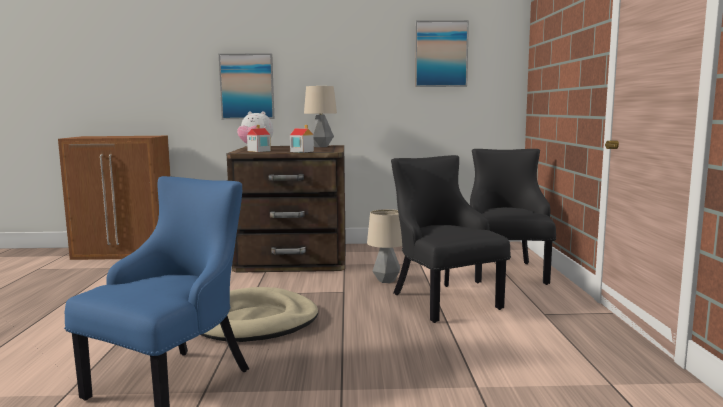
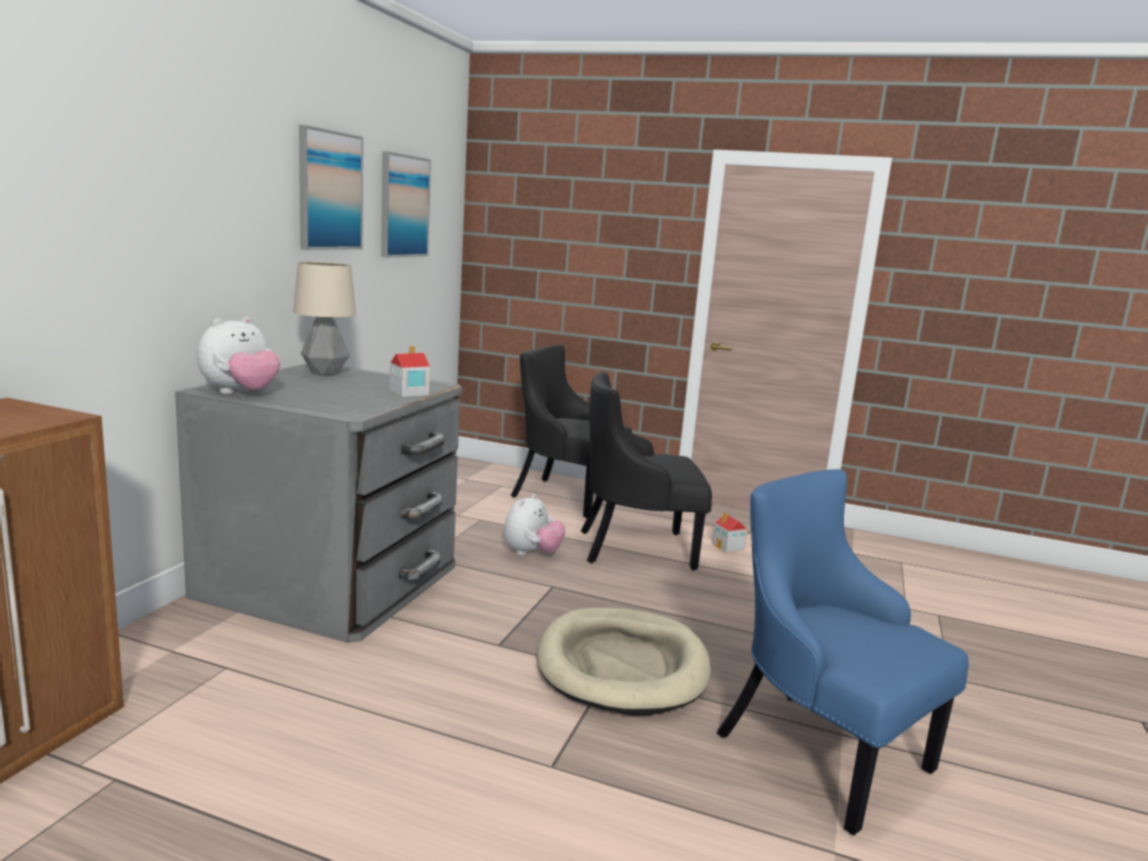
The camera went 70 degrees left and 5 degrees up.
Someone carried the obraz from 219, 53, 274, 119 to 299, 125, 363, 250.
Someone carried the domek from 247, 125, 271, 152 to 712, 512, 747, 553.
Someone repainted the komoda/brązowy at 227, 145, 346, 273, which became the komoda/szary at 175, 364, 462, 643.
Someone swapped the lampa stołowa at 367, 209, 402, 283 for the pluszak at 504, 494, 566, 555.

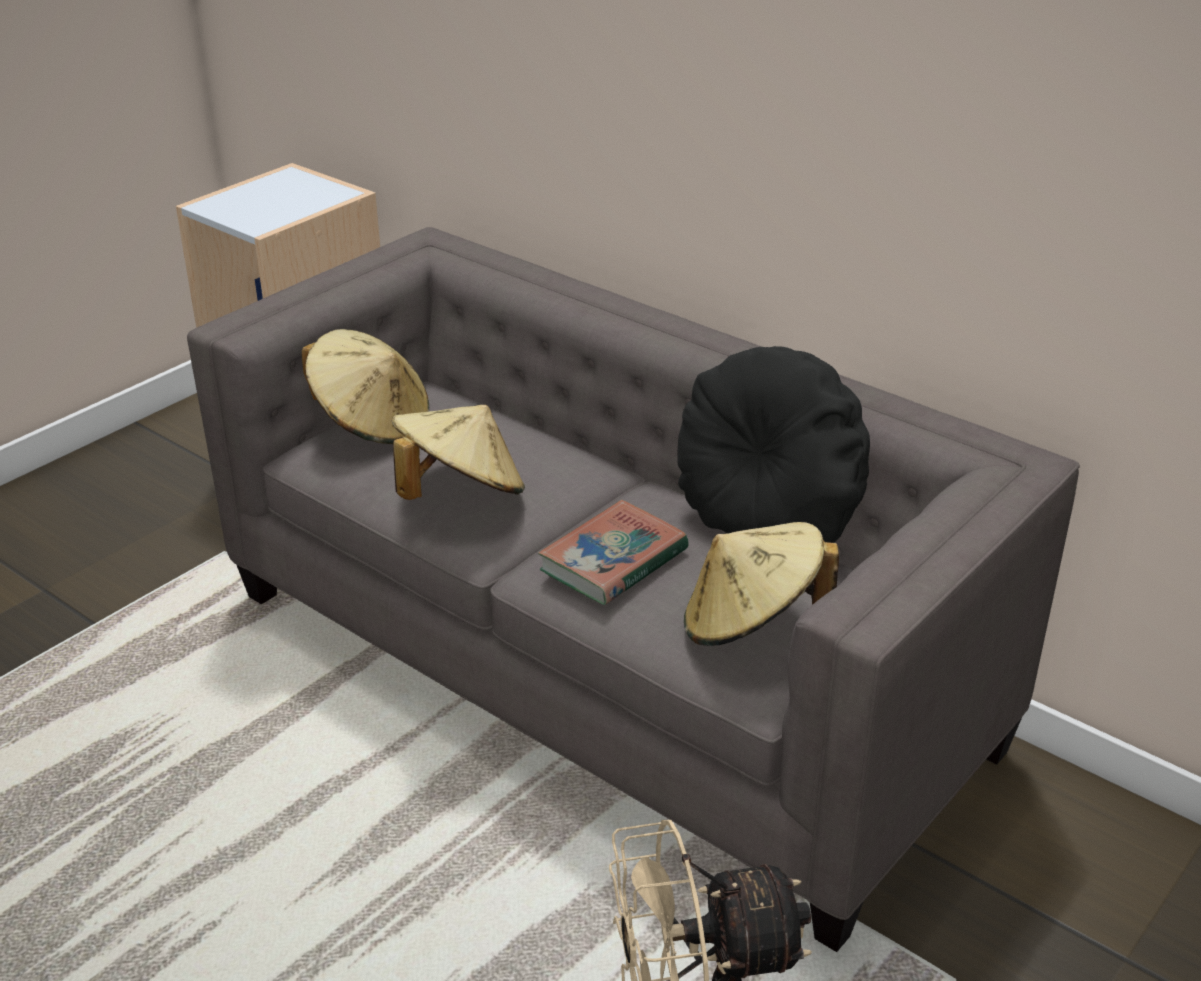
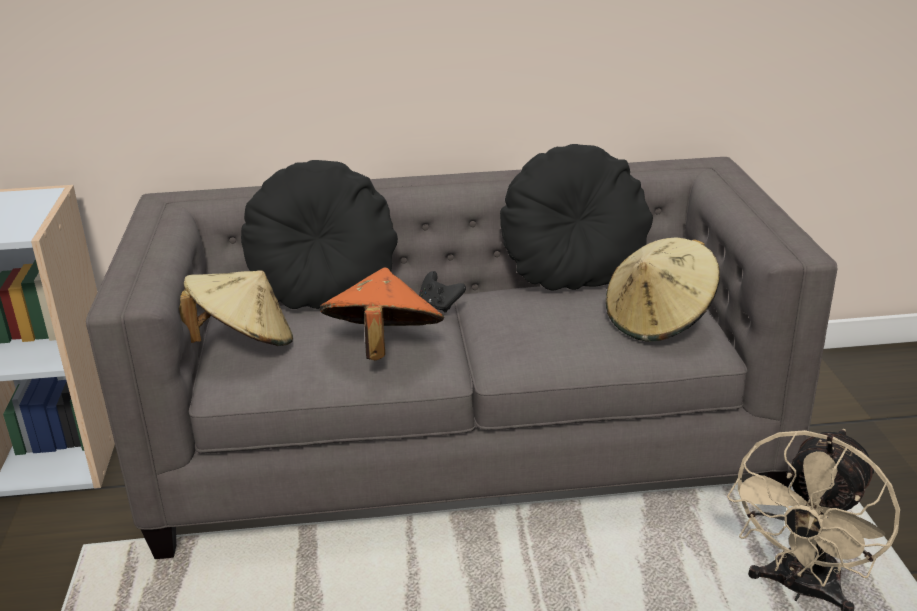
The camera went 45 degrees left and 5 degrees down.
Someone repainted the kapelusz/beżowy at 392, 405, 525, 500, which became the kapelusz/pomarańczowy at 320, 267, 444, 360.
Someone took away the książka at 538, 500, 689, 605.
Someone put down the poduszka/czarny at 241, 160, 398, 309.
Someone put down the pad do gier/czarny at 419, 271, 466, 313.

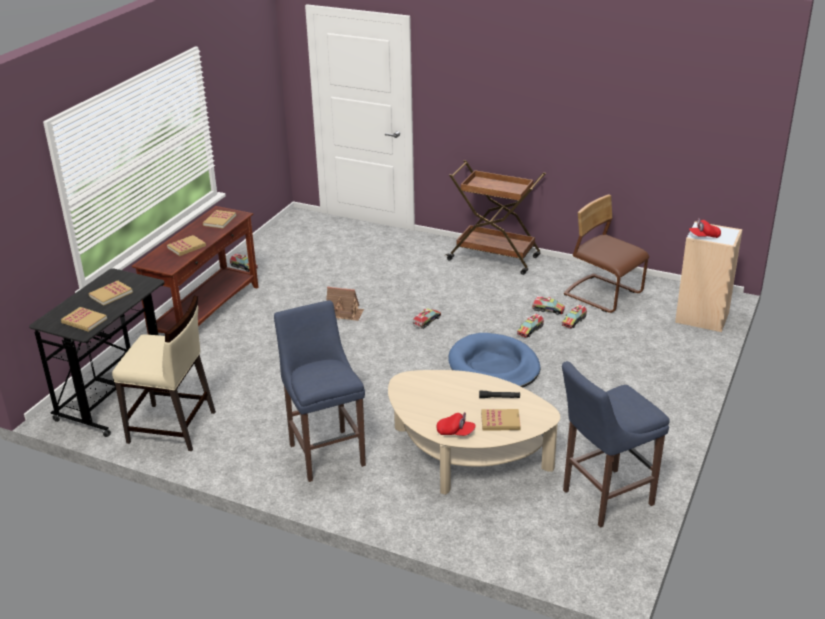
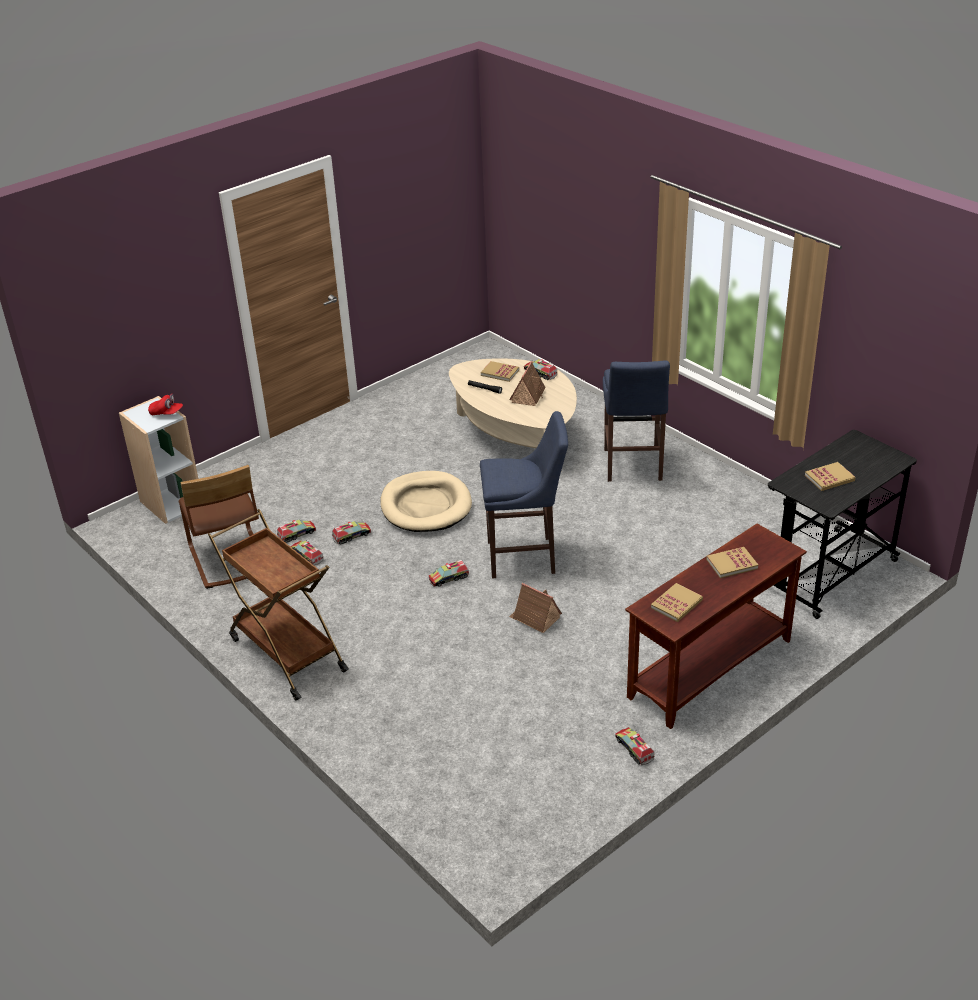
The camera went 155 degrees left and 5 degrees up.
Someone took away the krzesło/beżowy at 112, 296, 216, 451.
Someone took away the książka at 61, 307, 107, 332.
Someone repainted the legowisko/niebieski at 448, 333, 540, 387, which became the legowisko/beżowy at 380, 471, 472, 532.
Someone carried the stołek/niebieski from 562, 361, 670, 528 to 480, 411, 568, 578.
Someone swapped the czapka z daszkiem/czerwony at 437, 412, 476, 436 for the ciężarówka zabawkowa at 524, 359, 557, 380.
Someone put down the domek at 509, 361, 546, 406.

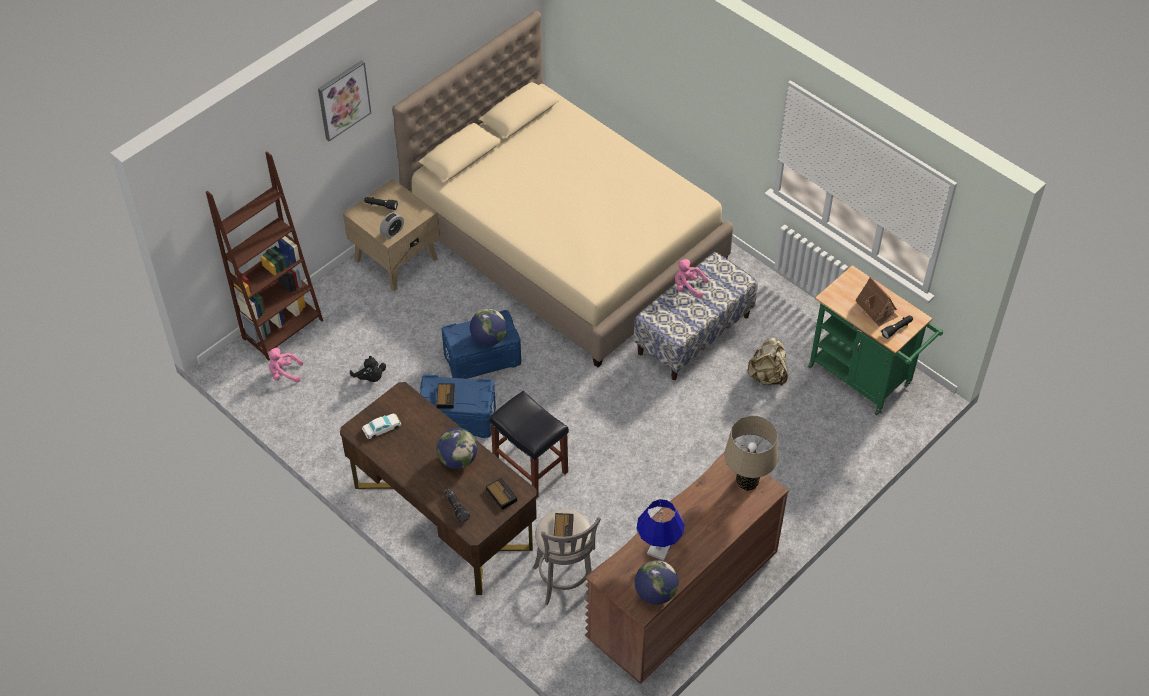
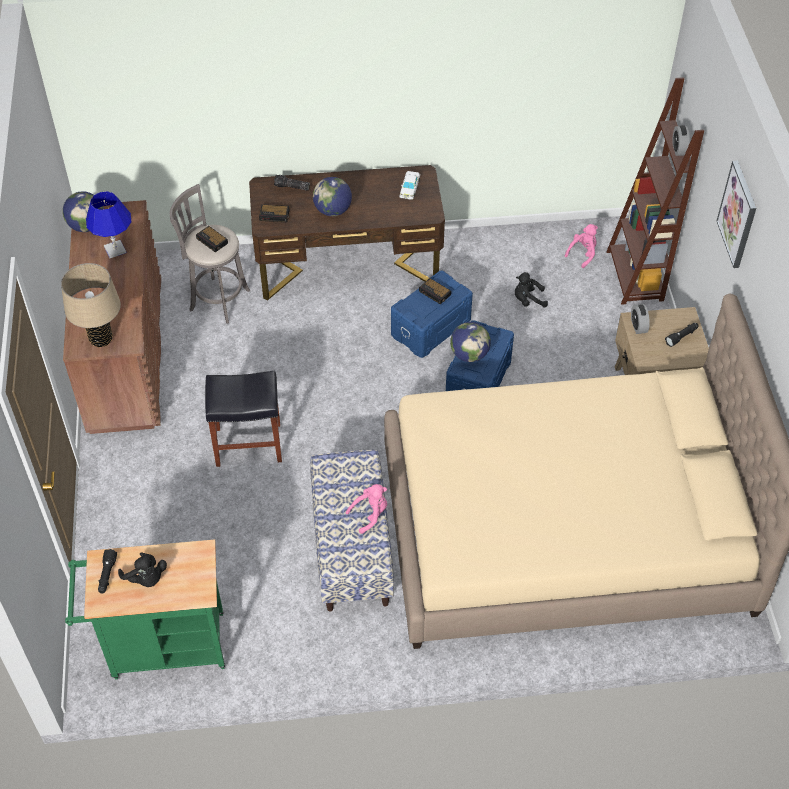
The camera went 130 degrees right and 0 degrees up.
Someone swapped the domek at 855, 276, 898, 326 for the pluszak/czarny at 118, 553, 167, 587.
Someone took away the plecak/beżowy at 748, 337, 788, 386.
Someone carried the stołek/czarny from 489, 391, 569, 498 to 205, 371, 282, 467.
Someone put down the budzik at 672, 125, 690, 156.

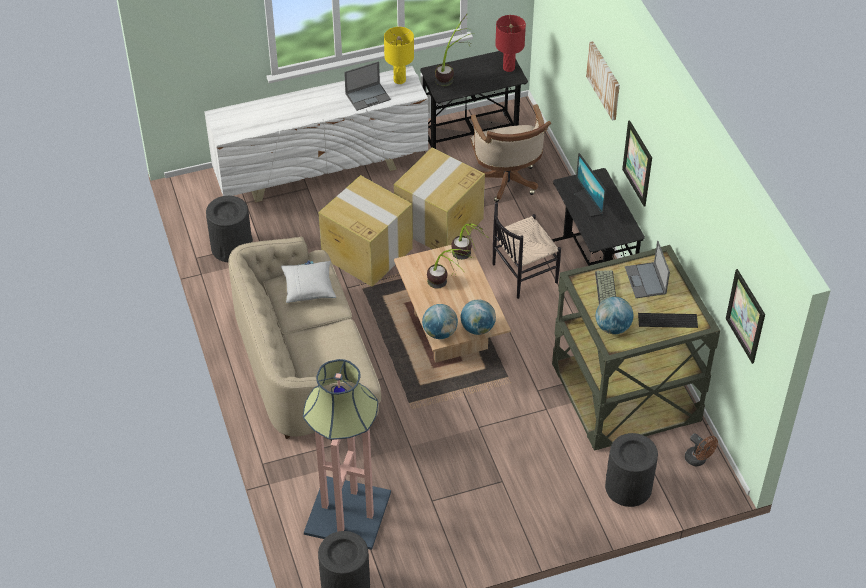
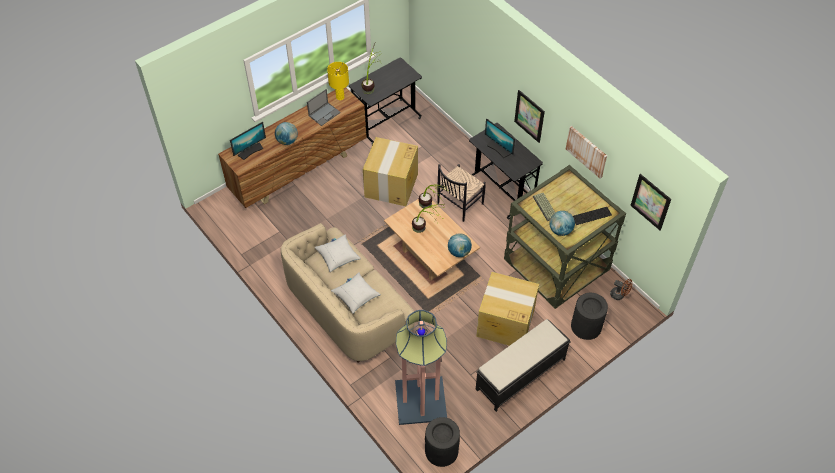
The camera went 20 degrees left and 5 degrees up.
Someone took away the lampa stołowa/czerwony at 495, 15, 526, 72.
Someone carried the obraz from 586, 41, 620, 121 to 566, 126, 607, 178.
Someone repainted the szafka/biały at 204, 66, 428, 203, which became the szafka/brązowy at 218, 87, 367, 208.
Someone took away the krzesło biurowe at 470, 104, 551, 202.
Someone carried the karton from 318, 175, 413, 286 to 476, 272, 539, 346.
Someone took away the kosz na śmieci/czarny at 206, 196, 253, 263.
Someone took away the laptop at 625, 241, 670, 298.
Someone carried the globus from 422, 304, 458, 339 to 275, 122, 298, 145.
Someone put down the monitor at 230, 122, 266, 160.
Someone put down the poduszka/szary at 331, 272, 381, 314.
Someone put down the ławka/czarny at 476, 319, 571, 412.

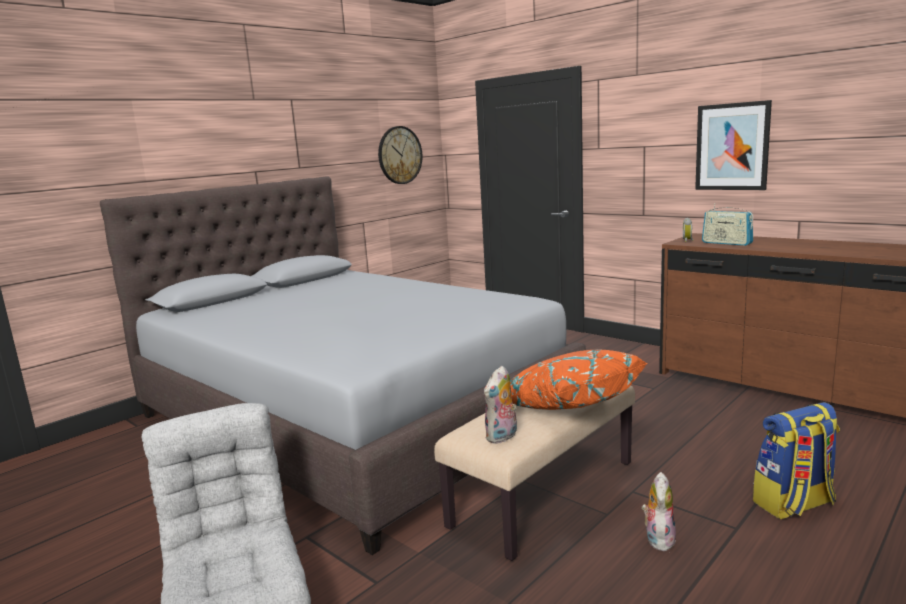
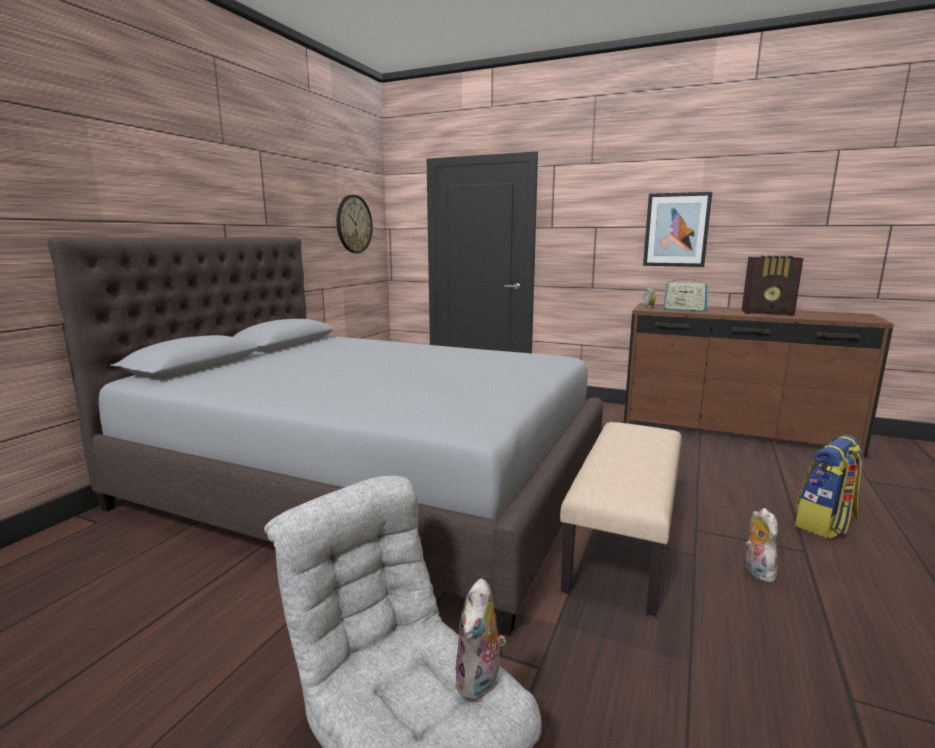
The camera went 20 degrees left and 0 degrees up.
Someone took away the poduszka/pomarańczowy at 510, 350, 647, 410.
Someone carried the pluszak from 484, 366, 517, 444 to 455, 578, 506, 701.
Someone put down the radio at 742, 256, 803, 316.

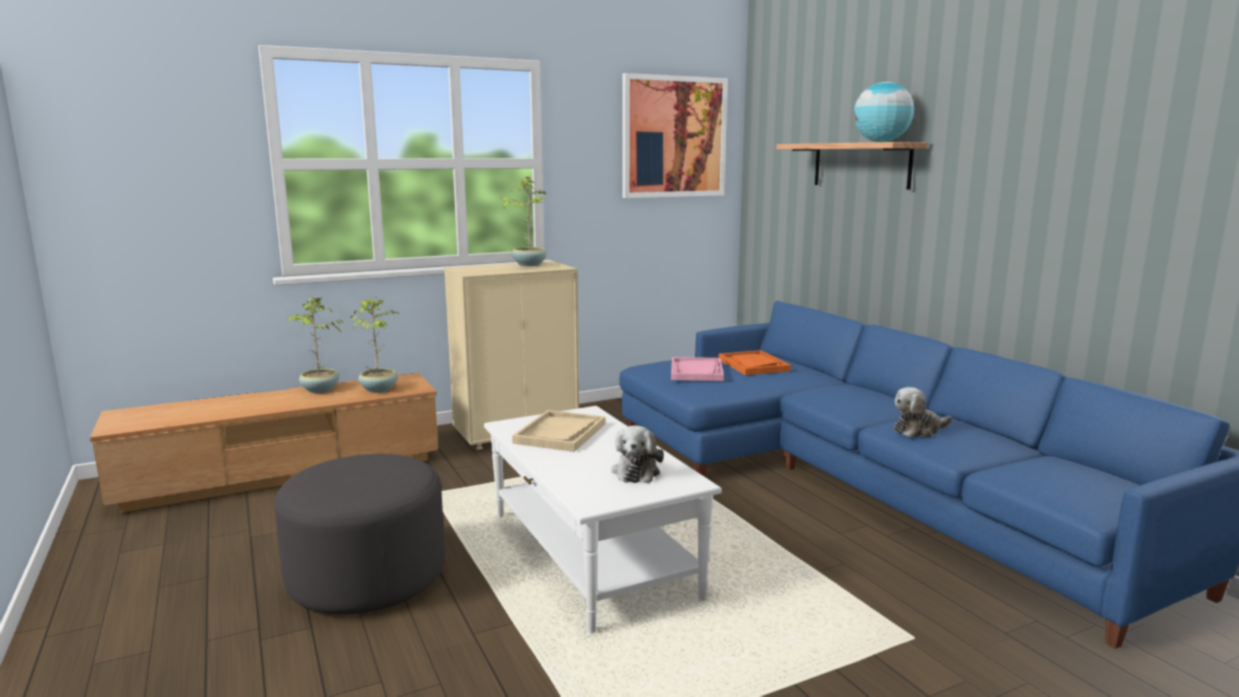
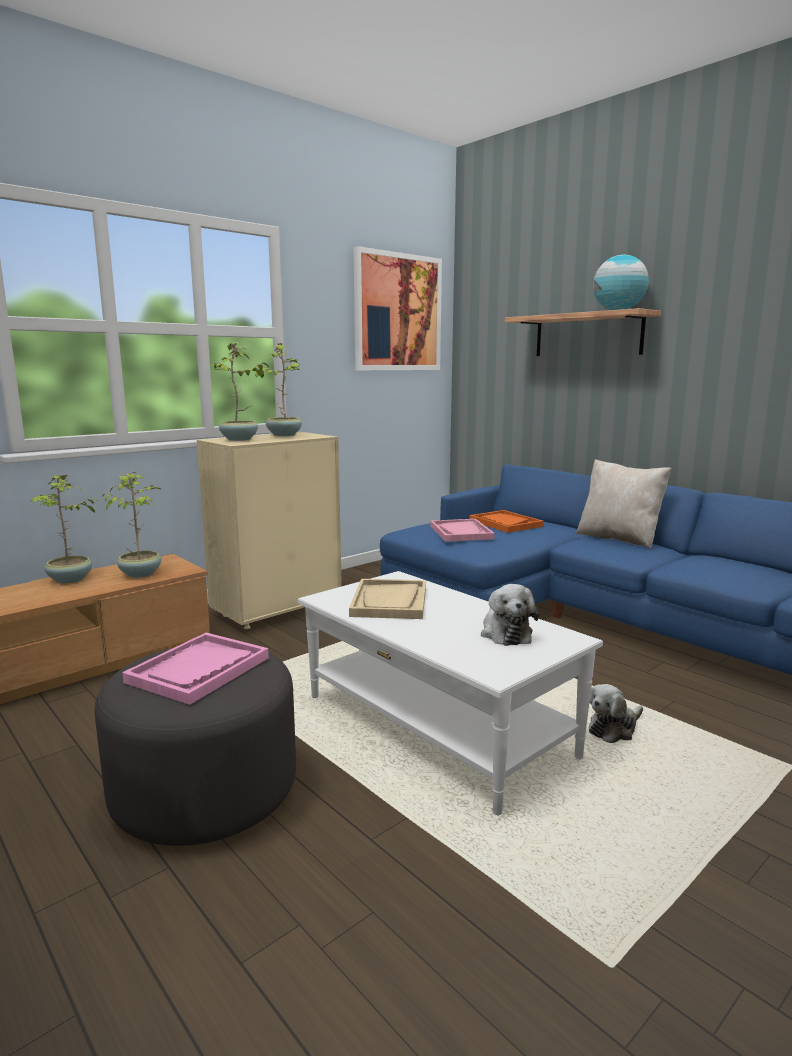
The camera went 15 degrees left and 0 degrees up.
Someone carried the pluszak from 893, 387, 952, 437 to 589, 684, 643, 743.
Someone put down the roślina doniczkowa at 210, 342, 269, 441.
Someone put down the poduszka/beżowy at 576, 459, 671, 549.
Someone put down the taca/różowy at 122, 633, 269, 705.

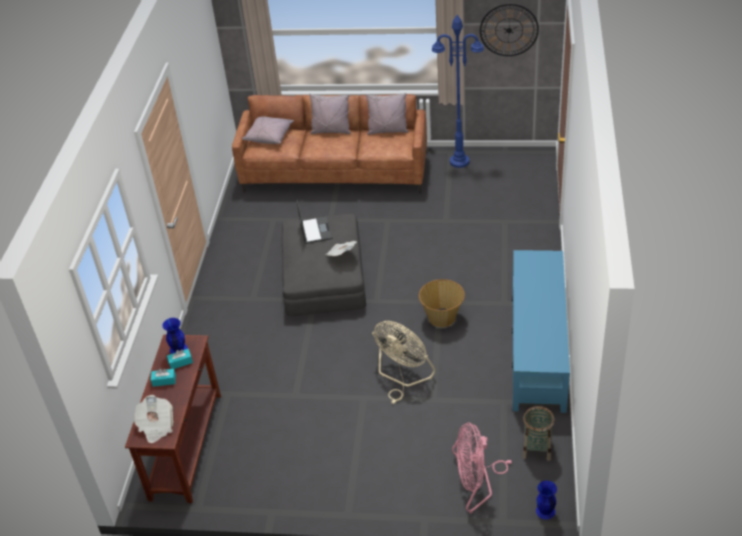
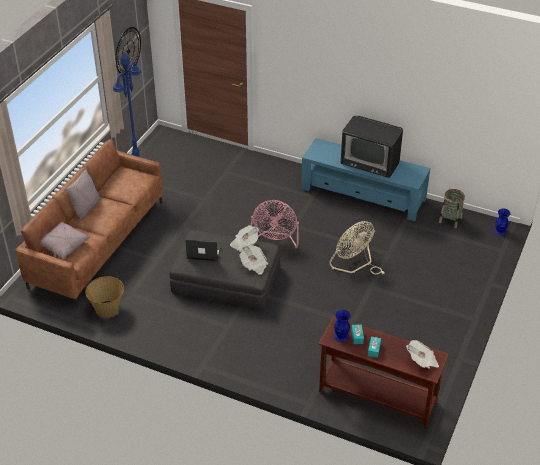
The camera went 75 degrees left and 0 degrees up.
Someone took away the poduszka/fioletowy at 366, 93, 408, 135.
Someone carried the koszyk from 419, 279, 465, 327 to 85, 276, 124, 317.
Someone carried the wentylator/różowy from 452, 423, 513, 514 to 251, 200, 299, 248.
Someone put down the telewizor at 340, 116, 403, 178.
Someone put down the gazeta at 239, 245, 268, 275.

